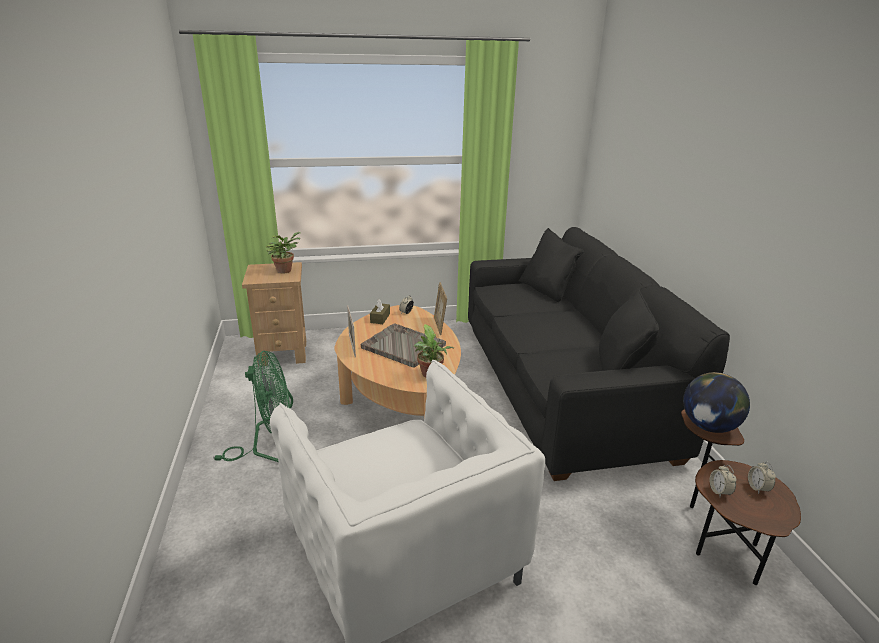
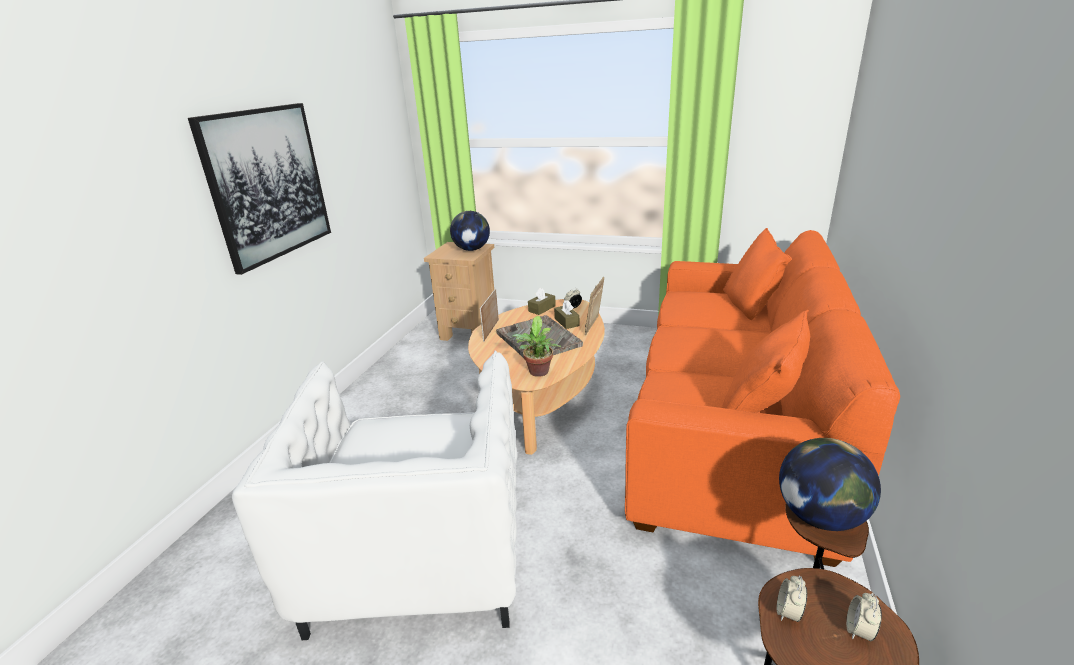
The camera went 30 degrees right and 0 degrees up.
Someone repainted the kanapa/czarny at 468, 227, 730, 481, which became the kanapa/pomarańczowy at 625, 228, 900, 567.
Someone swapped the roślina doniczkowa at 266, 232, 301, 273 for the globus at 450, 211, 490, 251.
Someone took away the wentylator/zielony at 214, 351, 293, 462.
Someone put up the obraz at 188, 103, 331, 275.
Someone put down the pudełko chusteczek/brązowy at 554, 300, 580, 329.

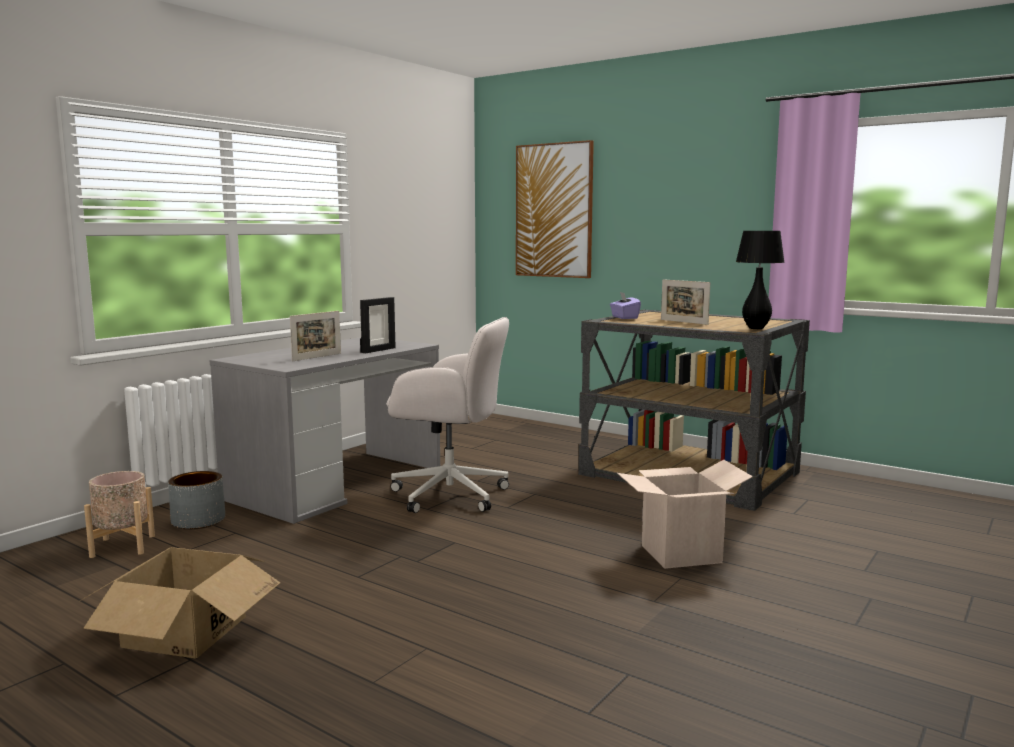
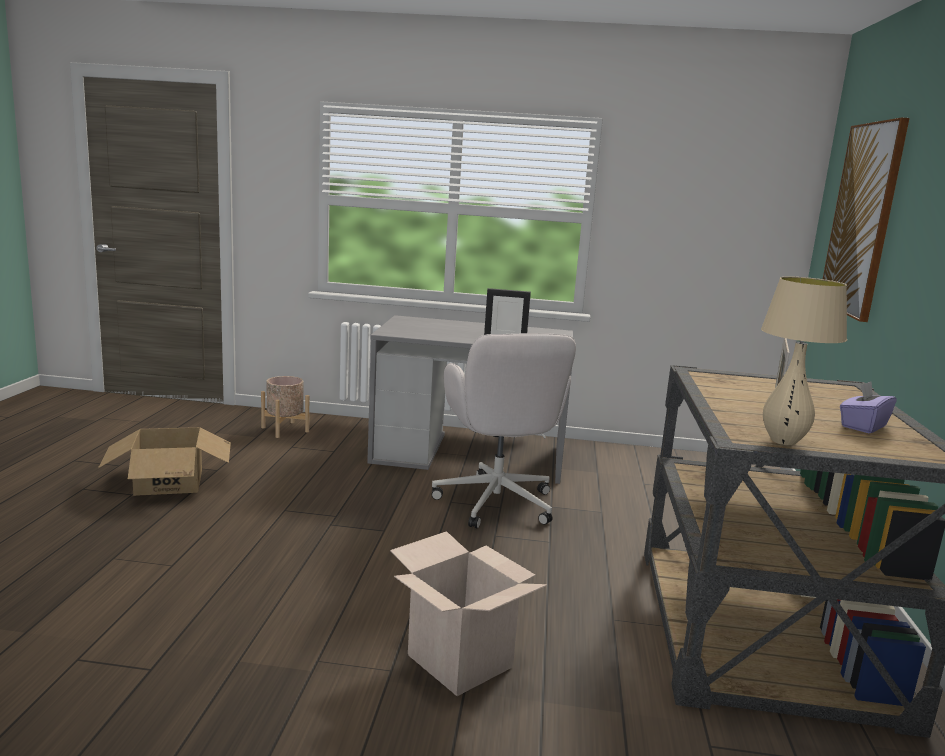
The camera went 60 degrees right and 5 degrees up.
Someone repainted the lampa stołowa/czarny at 736, 231, 785, 329, which became the lampa stołowa/beżowy at 761, 276, 847, 446.
Someone carried the pudełko chusteczek/fioletowy from 610, 292, 641, 319 to 840, 381, 897, 433.
Someone took away the ramka na zdjęcie at 290, 311, 341, 361.
Someone took away the donica/szary at 168, 471, 225, 530.

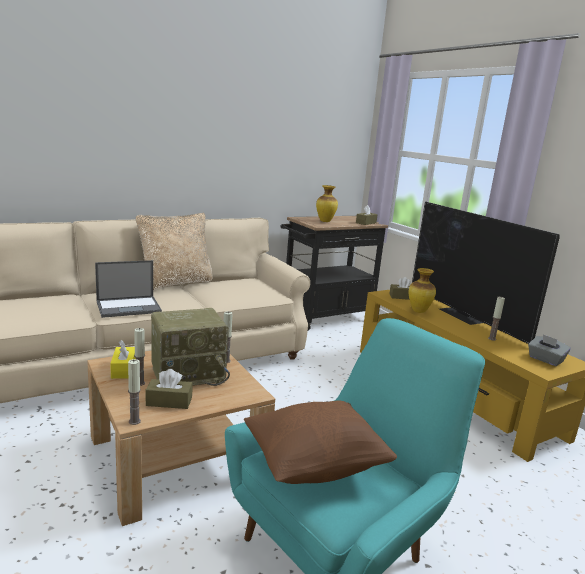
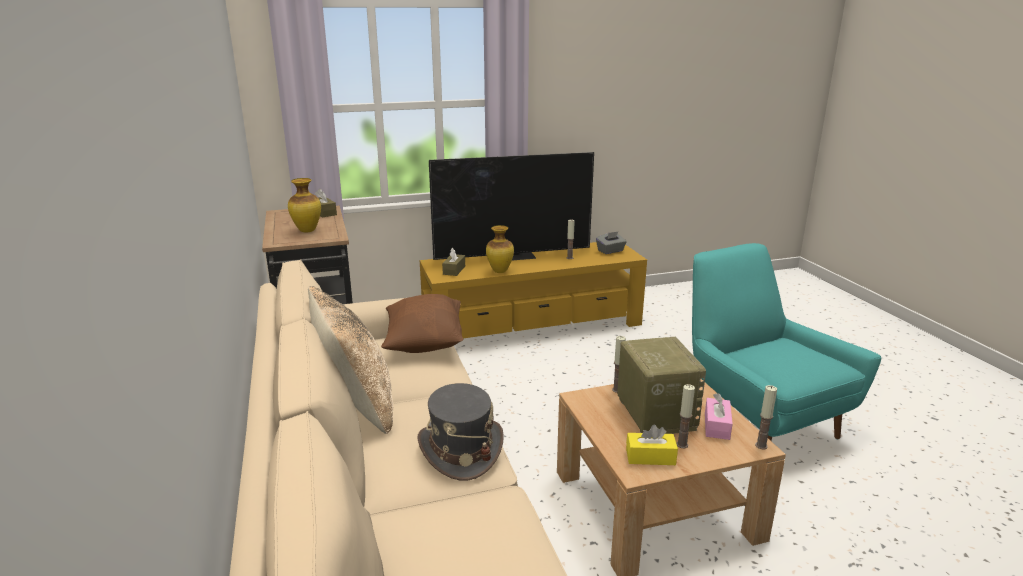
The camera went 75 degrees left and 5 degrees up.
Someone swapped the laptop at 95, 260, 162, 318 for the kapelusz/szary at 418, 383, 504, 481.
Someone repainted the pudełko chusteczek/brązowy at 146, 369, 192, 409, which became the pudełko chusteczek/różowy at 705, 393, 733, 440.
Someone carried the poduszka/brązowy from 244, 400, 397, 484 to 381, 294, 463, 353.

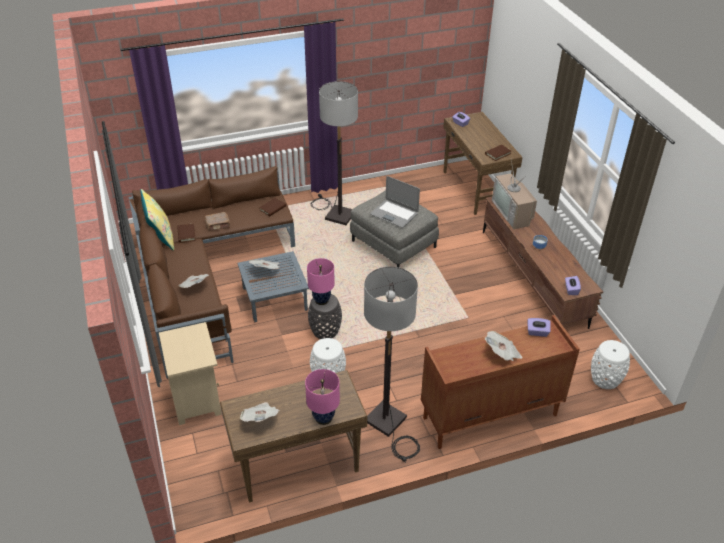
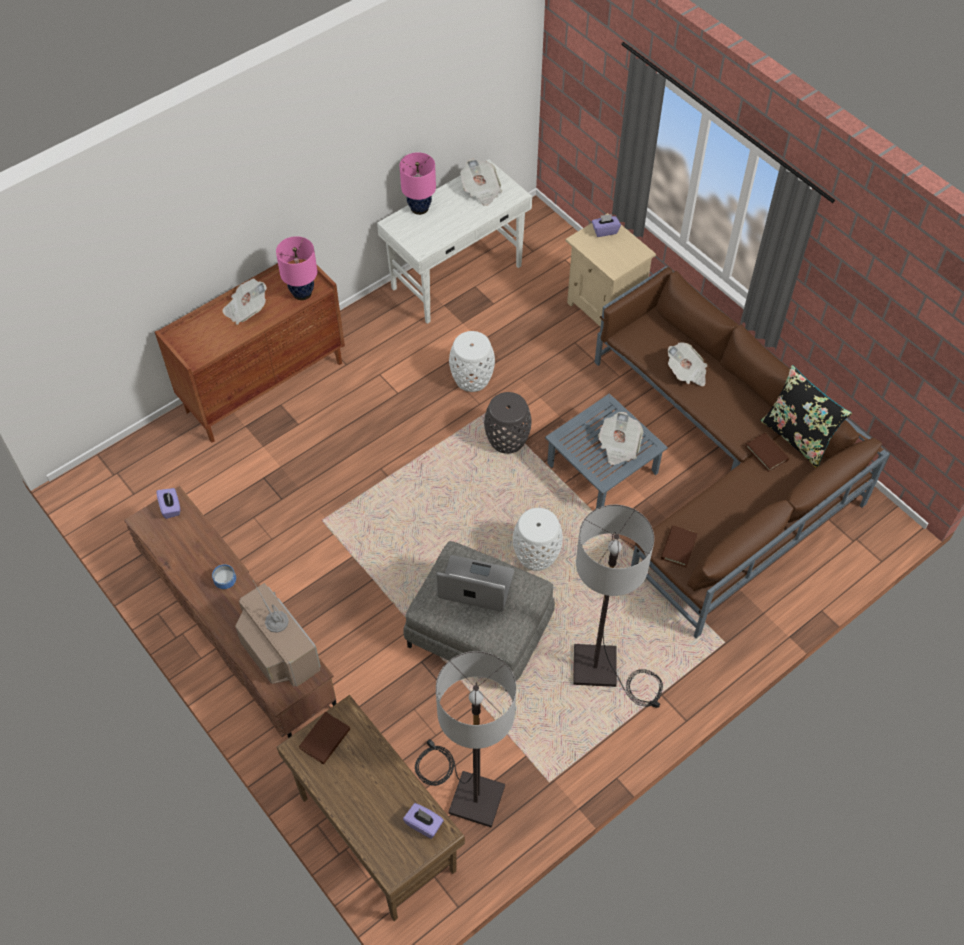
The camera went 160 degrees right and 15 degrees up.
Someone repainted the poduszka/żółty at 140, 189, 174, 251, which became the poduszka/czarny at 760, 365, 852, 468.
Someone took away the książka/brązowy at 205, 212, 230, 231.
Someone carried the lampa stołowa/różowy from 307, 258, 335, 305 to 276, 236, 317, 300.
Someone carried the lampa stojąca from 364, 267, 420, 463 to 415, 651, 516, 828.
Someone carried the pudełko chusteczek/fioletowy from 527, 318, 551, 337 to 592, 214, 621, 237.
Someone carried the stołek/biały from 591, 340, 630, 389 to 513, 508, 563, 571.
Someone repainted the stolik konsolowy/brązowy at 220, 370, 367, 503, which became the stolik konsolowy/biały at 377, 159, 532, 324.

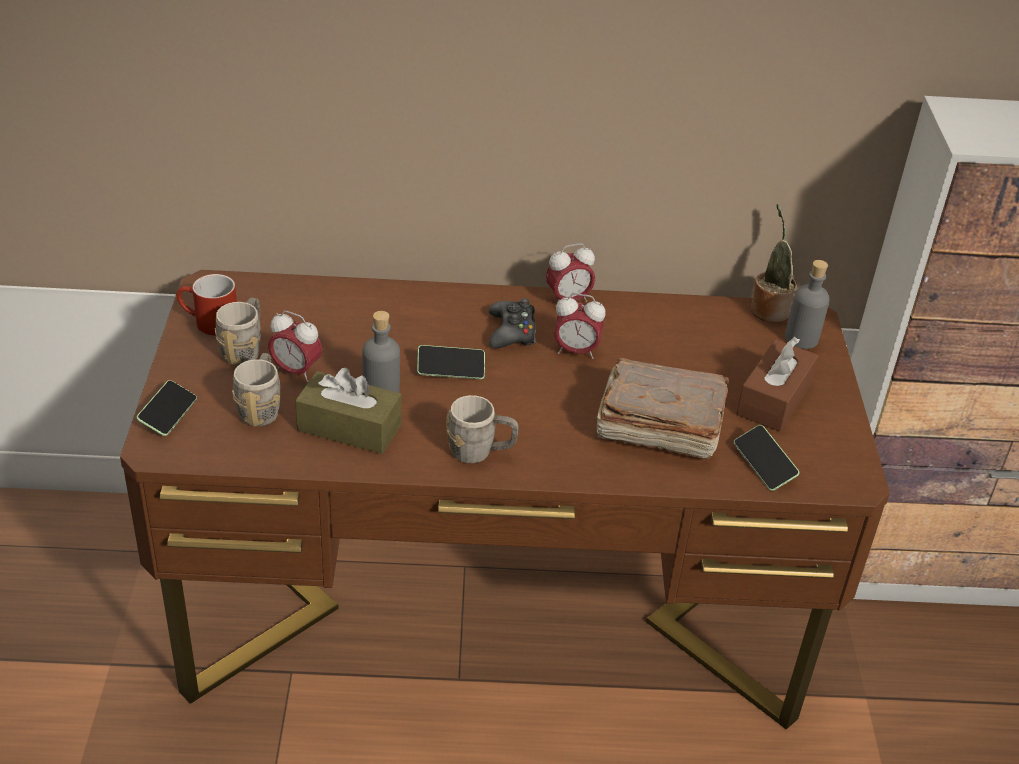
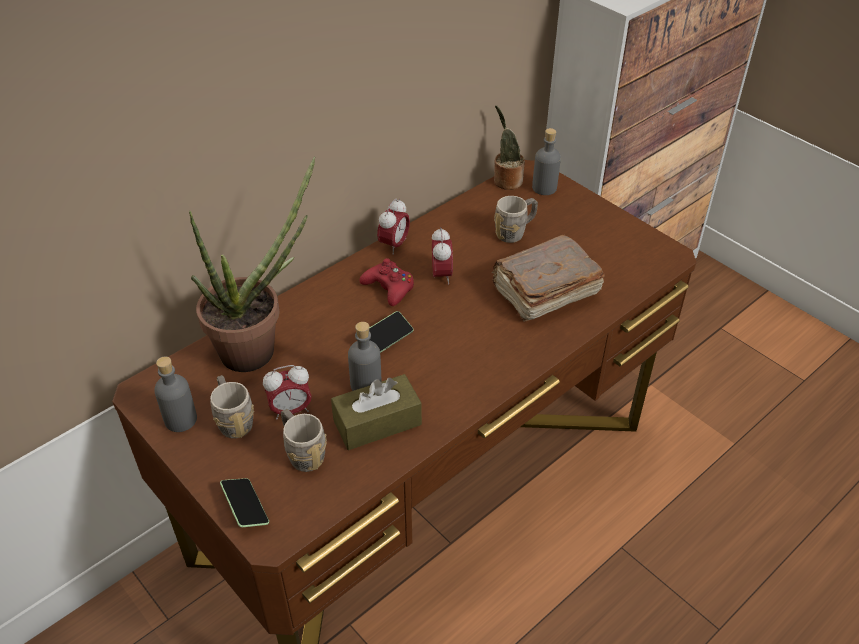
The camera went 40 degrees left and 5 degrees up.
Someone swapped the kubek/czerwony at 177, 274, 237, 336 for the butelka/szary at 154, 356, 197, 432.
Someone rotated the budzik at 554, 293, 606, 359 by 60 degrees counterclockwise.
Someone repainted the pad do gier/czarny at 489, 298, 536, 348, which became the pad do gier/czerwony at 360, 258, 414, 306.
Someone took away the pudełko chusteczek/brązowy at 736, 337, 818, 432.
Someone carried the kubek/szary from 446, 395, 519, 464 to 494, 196, 538, 243.
Someone took away the telefon at 734, 425, 800, 491.
Someone put down the roślina doniczkowa at 189, 157, 316, 372.

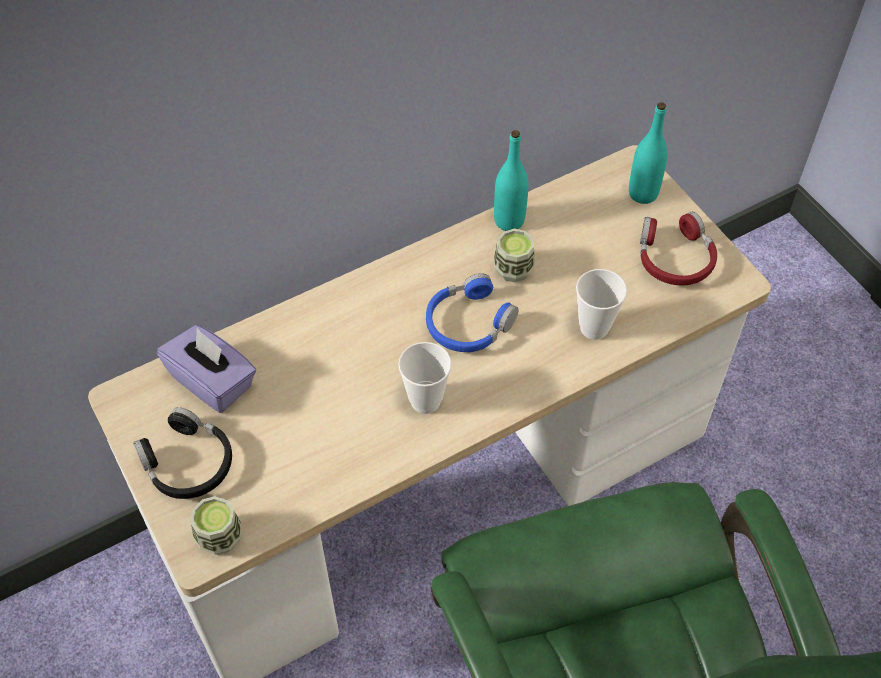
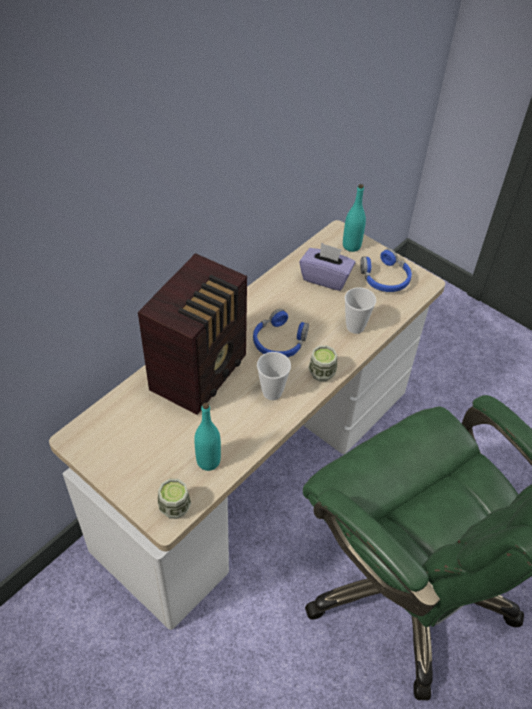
The camera went 20 degrees left and 5 degrees down.
Someone carried the butelka/turkusowy from 494, 130, 528, 231 to 194, 403, 221, 471.
Someone repainted the słuchawki/czerwony at 640, 212, 717, 285, which became the słuchawki/niebieski at 360, 248, 412, 292.
Someone carried the filiżanka from 494, 229, 535, 282 to 308, 345, 337, 382.
Someone carried the pudełko chusteczek/fioletowy from 157, 325, 257, 413 to 299, 243, 355, 291.
Someone took away the słuchawki/czarny at 133, 407, 232, 499.
Someone put down the radio at 138, 253, 247, 415.

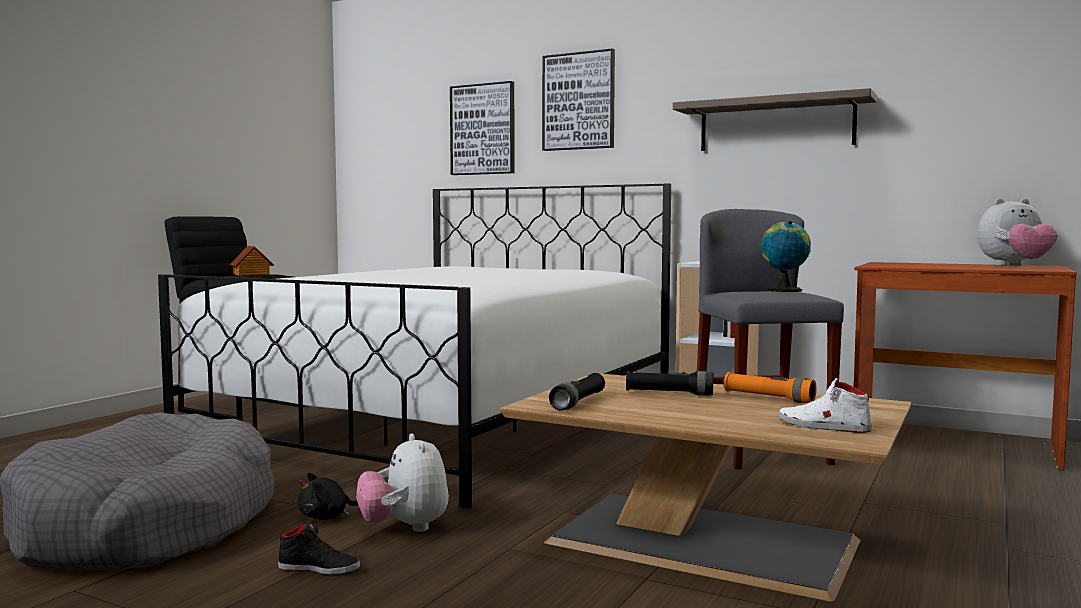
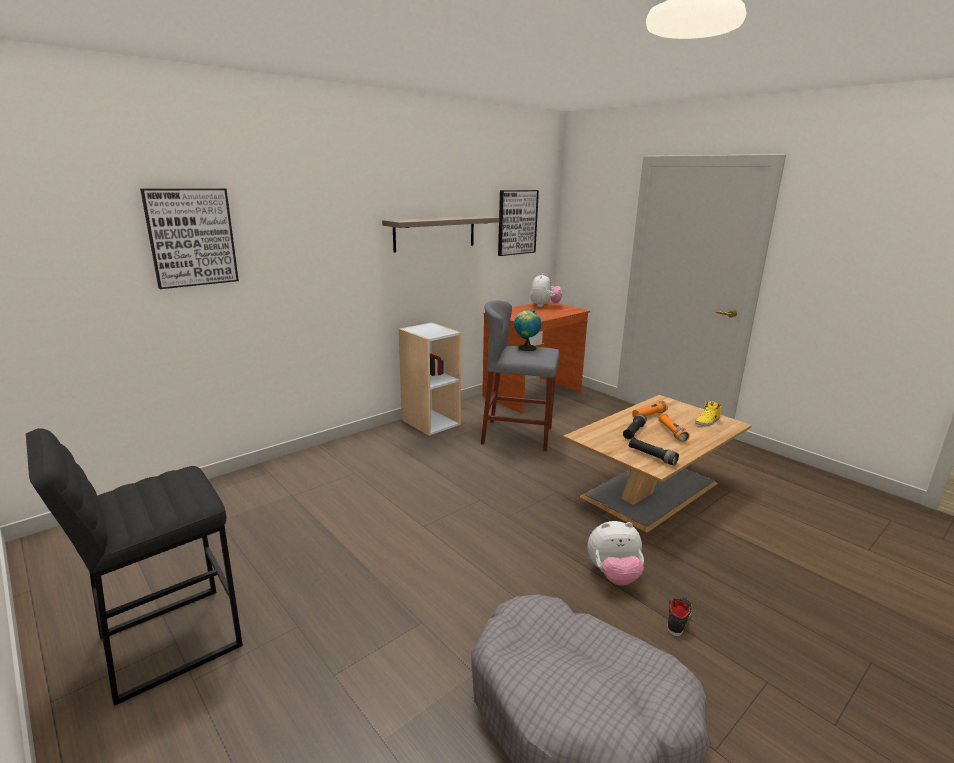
The camera went 70 degrees left and 15 degrees up.
Someone carried the obraz from 542, 49, 615, 151 to 498, 190, 539, 256.
Someone took away the łóżko/biały at 158, 183, 671, 508.
Someone took away the domek at 229, 246, 274, 276.
Someone repainted the but/biały at 778, 378, 872, 433, which became the but/żółty at 695, 401, 722, 426.
Someone took away the pluszak/czarny at 298, 472, 358, 520.
Someone put down the latarka/pomarańczowy at 658, 414, 689, 442.

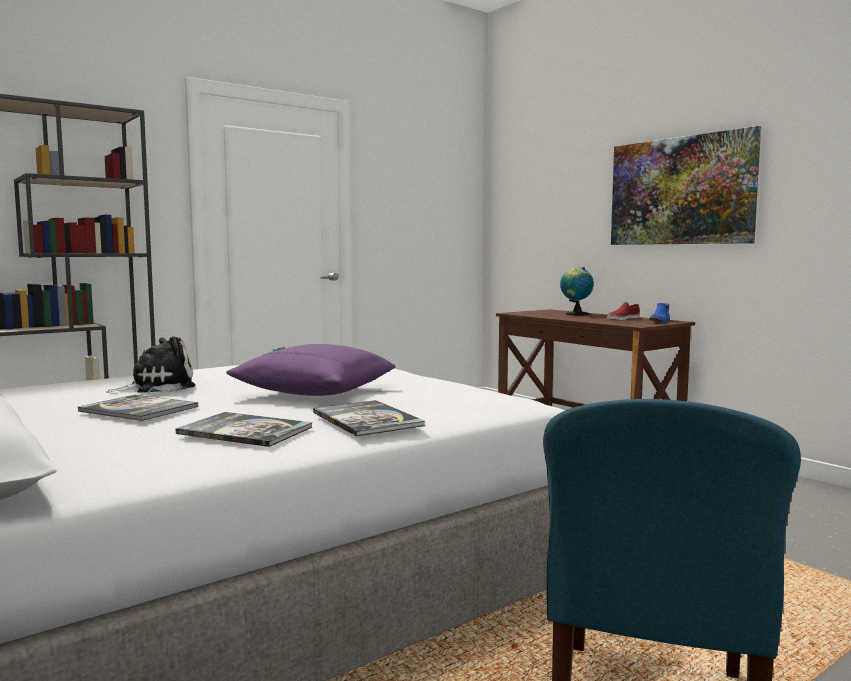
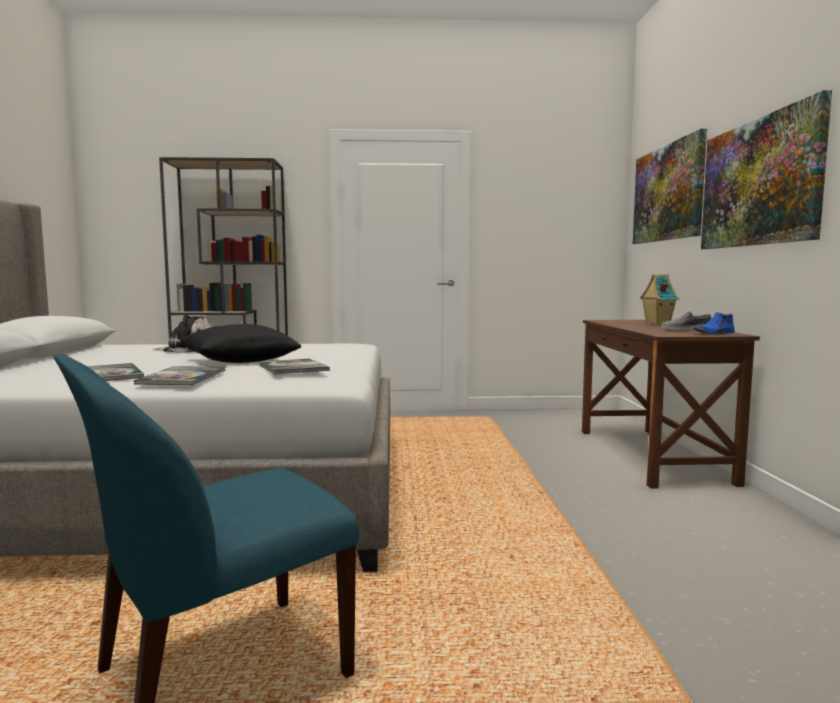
The camera went 35 degrees right and 0 degrees up.
Someone swapped the globus at 560, 267, 594, 315 for the domek at 640, 274, 679, 325.
Someone repainted the but/czerwony at 607, 302, 640, 320, which became the but/szary at 661, 311, 711, 330.
Someone repainted the poduszka/fioletowy at 227, 344, 395, 396, which became the poduszka/czarny at 180, 324, 301, 363.
Someone carried the książka from 78, 395, 198, 421 to 260, 359, 330, 374.
Someone put up the obraz at 633, 129, 707, 244.

